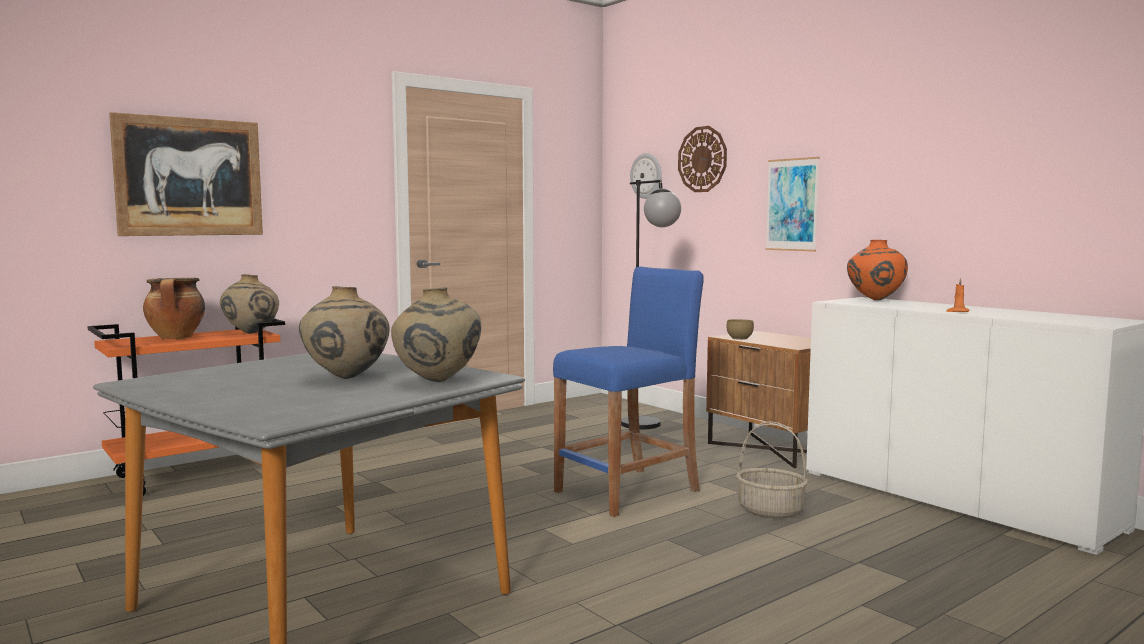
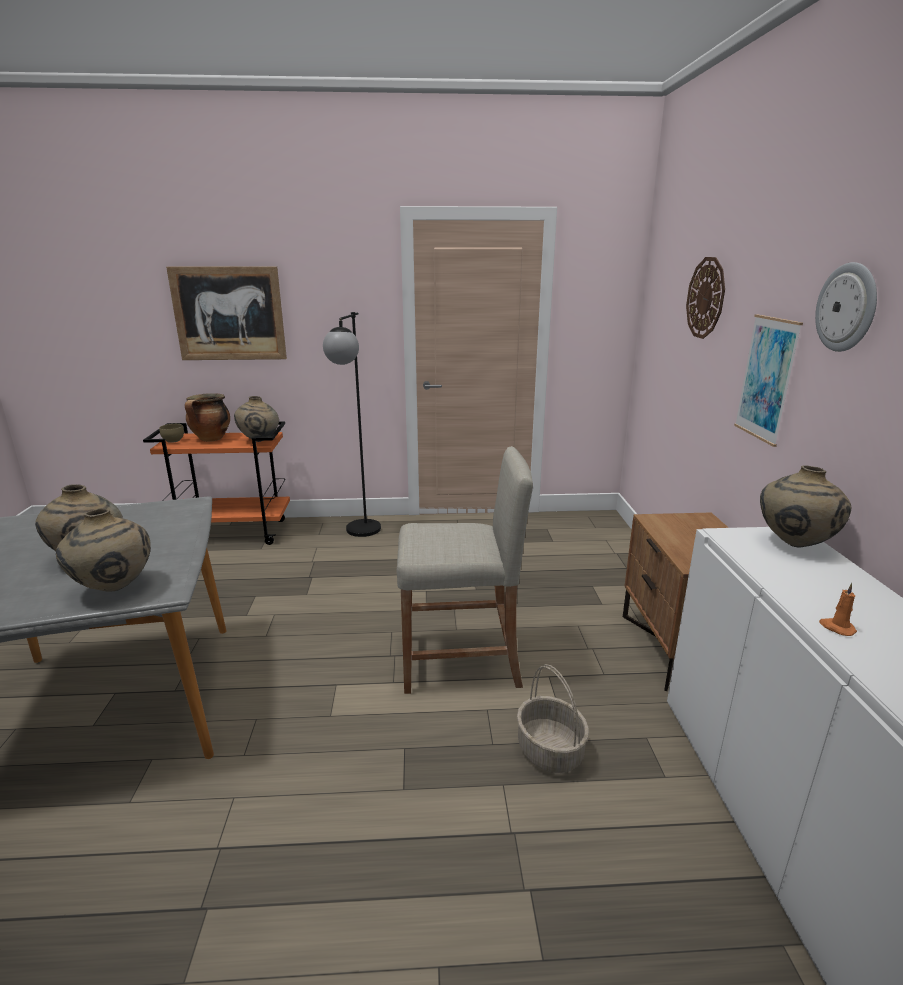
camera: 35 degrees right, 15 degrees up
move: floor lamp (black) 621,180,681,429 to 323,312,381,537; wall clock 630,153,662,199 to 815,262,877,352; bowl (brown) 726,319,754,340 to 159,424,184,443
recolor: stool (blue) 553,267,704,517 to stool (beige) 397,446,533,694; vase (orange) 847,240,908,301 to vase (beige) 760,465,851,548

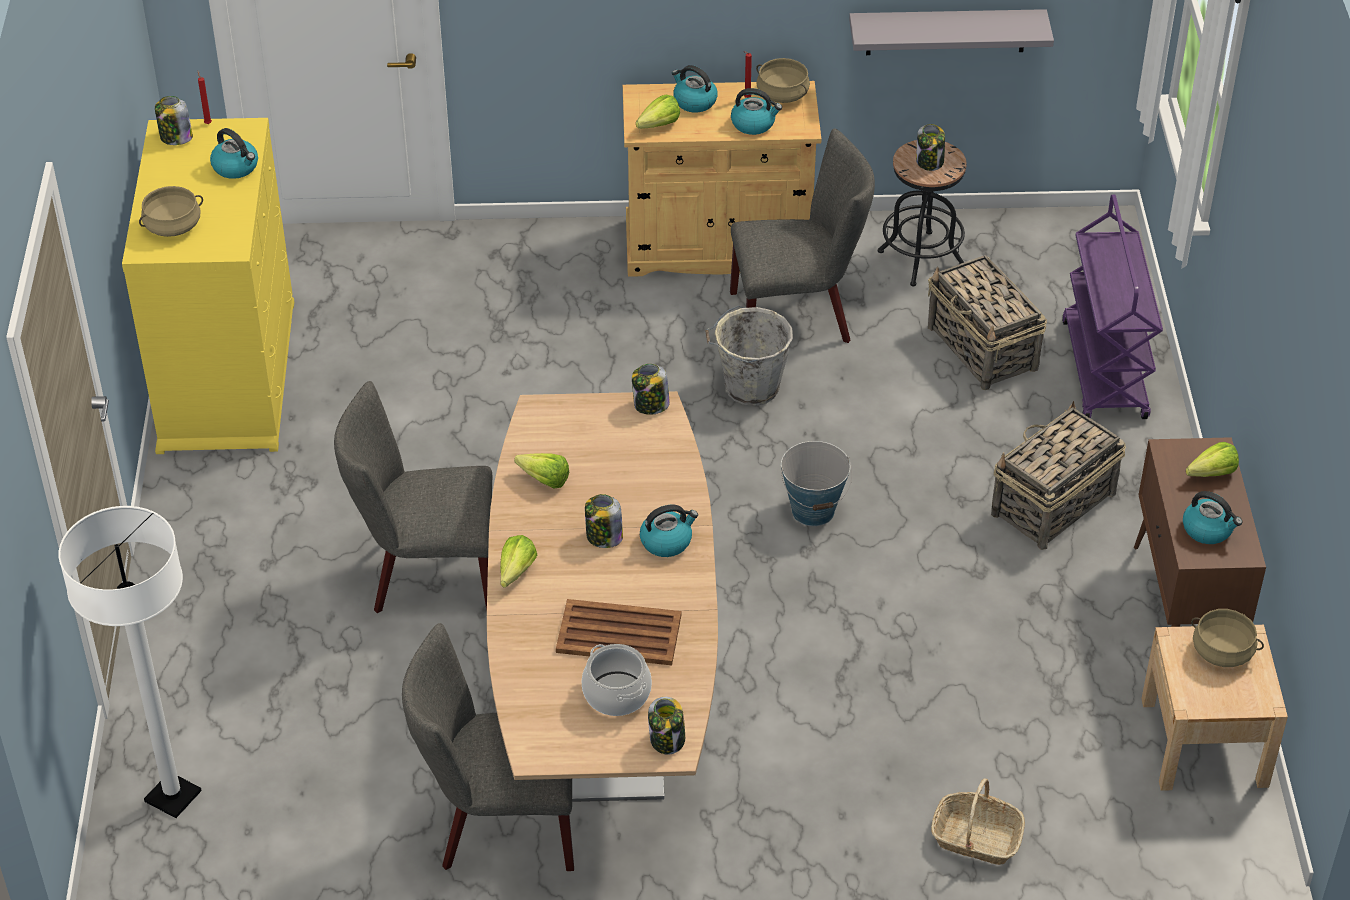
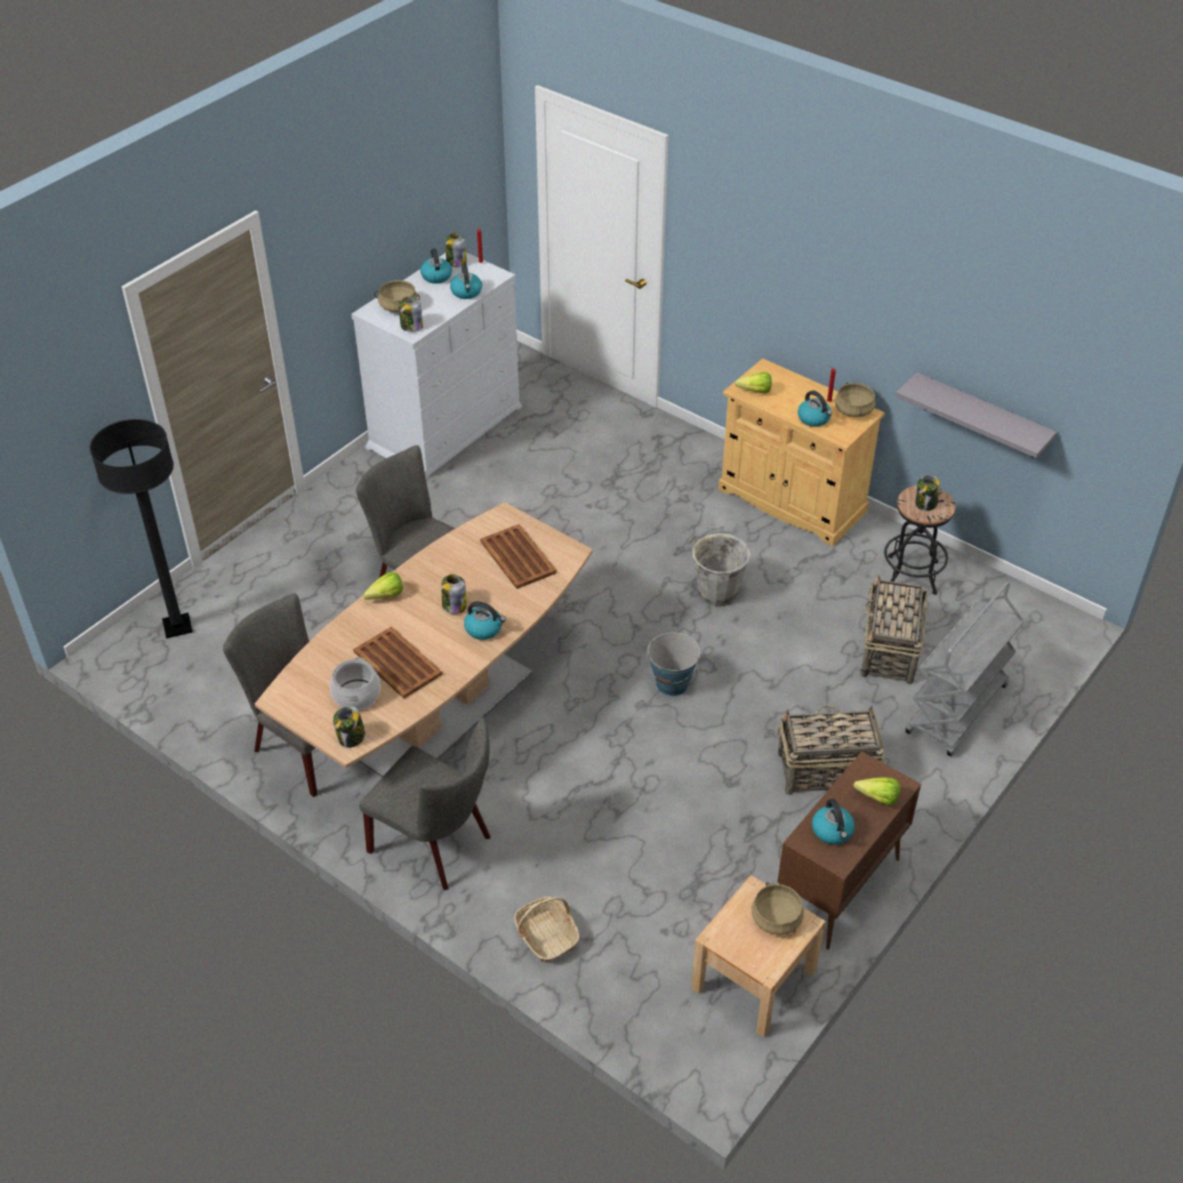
camera: 40 degrees right, 0 degrees up
delete: lettuce 514,453,569,489
insert: tray (brown) 480,524,557,589
move: jar 632,364,670,415 to 399,297,423,332; kettle 672,65,718,113 to 420,248,452,284; chair (grey) 730,128,875,343 to 359,718,490,891
recolor: floor lamp (white) 59,506,202,818 to floor lamp (black) 90,419,193,638; dresser (yellow) 122,118,294,454 to dresser (white) 351,252,522,480; cart (purple) 1062,195,1163,419 to cart (grey) 905,582,1024,757

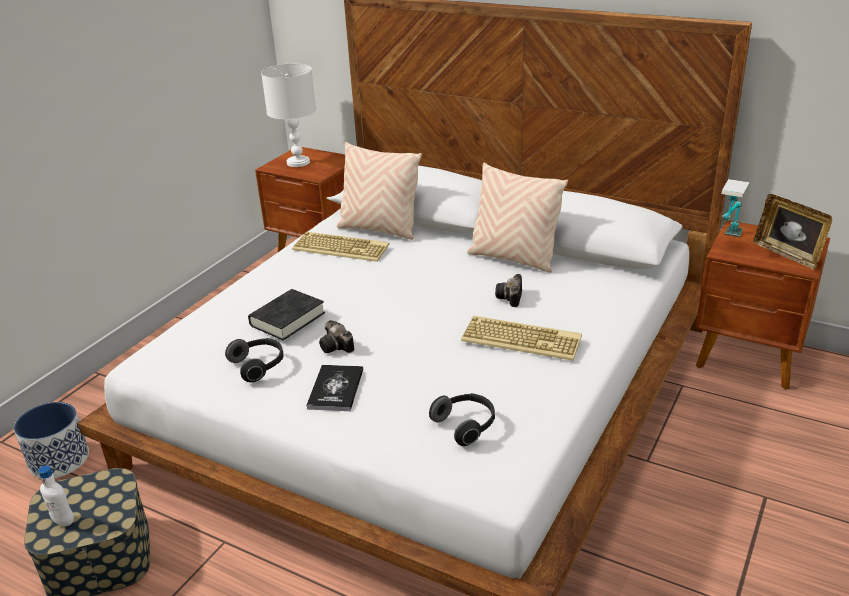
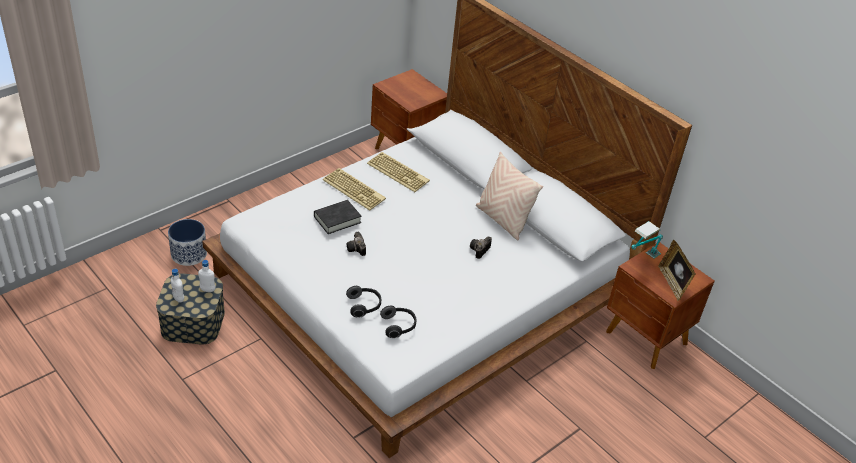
camera: 15 degrees right, 10 degrees up
delete: table lamp (white) 261,64,316,167; book 306,365,363,411; pillow (beige) 337,142,422,240
insert: bottle (white) 198,260,216,292
move: headphones 225,338,284,382 to 346,286,381,317; keyboard 461,316,582,361 to 323,168,386,211

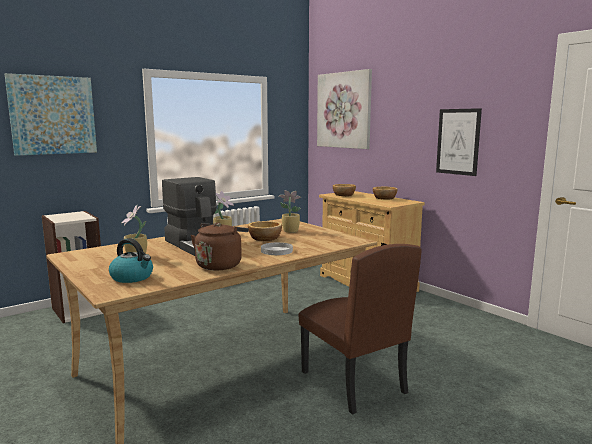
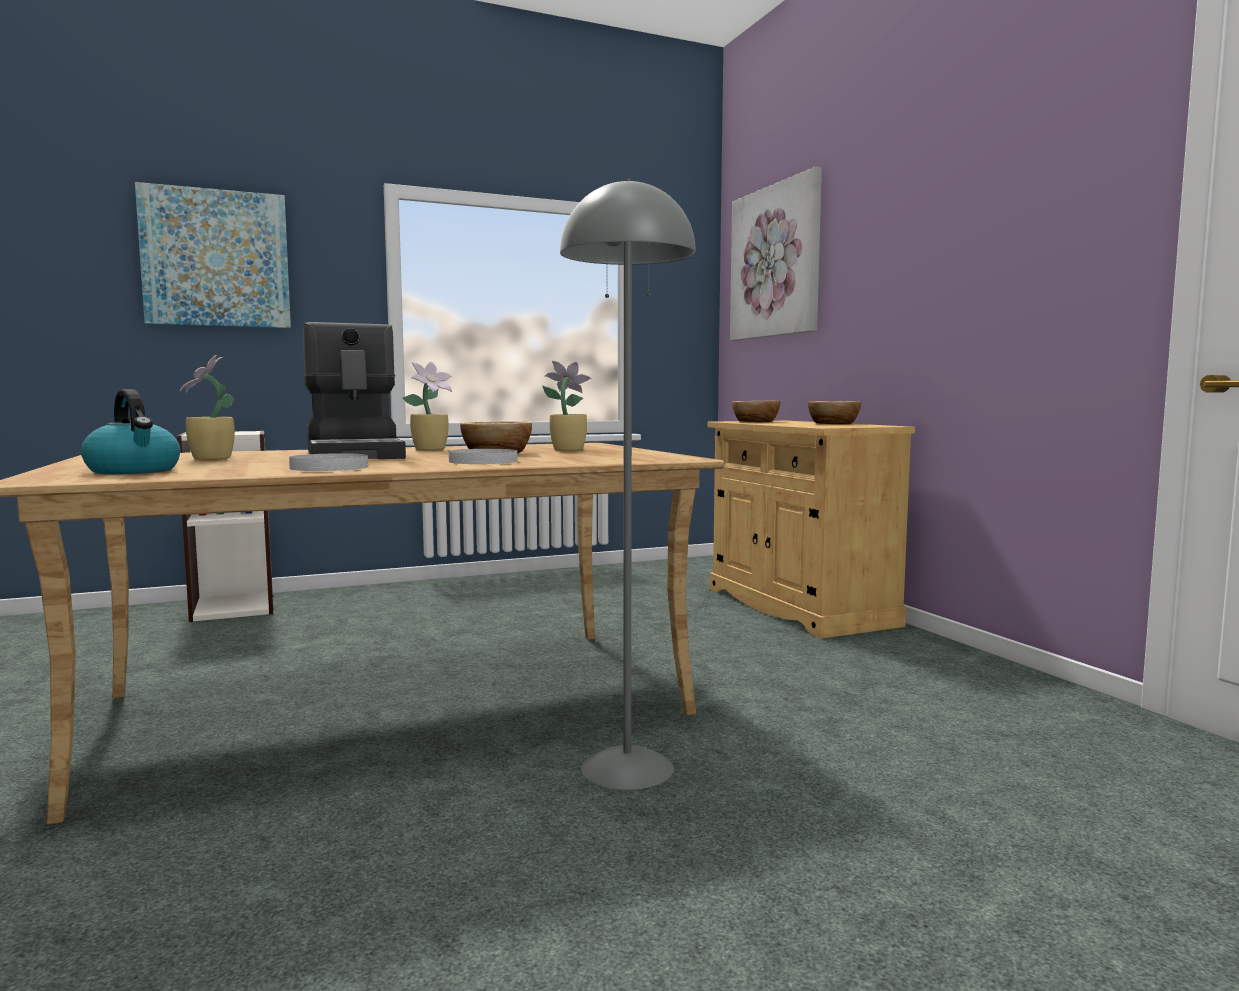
camera: 15 degrees right, 5 degrees down
delete: picture 436,108,482,176
replace: kettle (brown) 191,222,249,270 to plate (white) 289,453,368,471; chair (brown) 299,244,422,414 to floor lamp (grey) 560,178,696,790

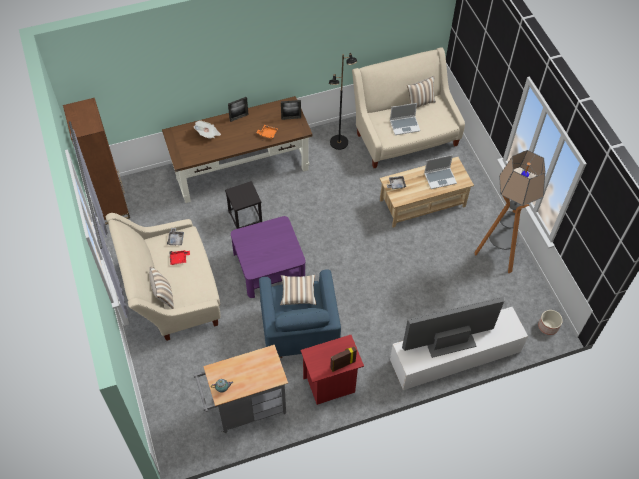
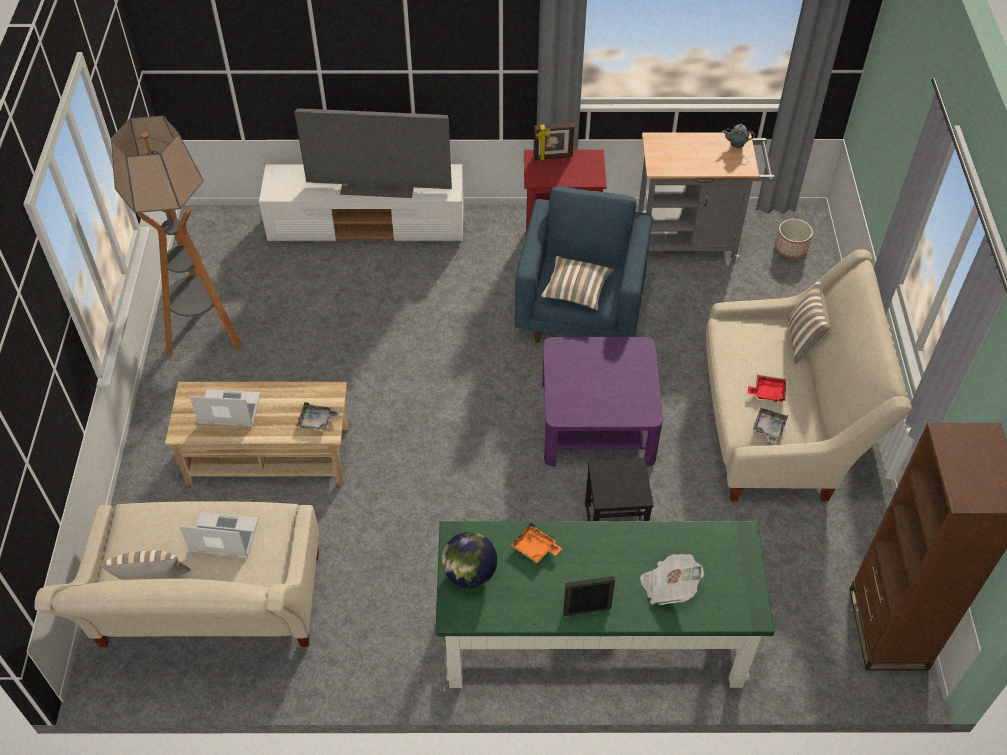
camera: 160 degrees left, 5 degrees down
delete: floor lamp (black) 329,53,357,150
move: planter 538,310,563,335 to 775,219,813,258
replace: picture frame 281,100,301,120 to globe 442,532,497,588
recolor: desk (brown) 162,96,313,203 to desk (green) 435,521,775,688

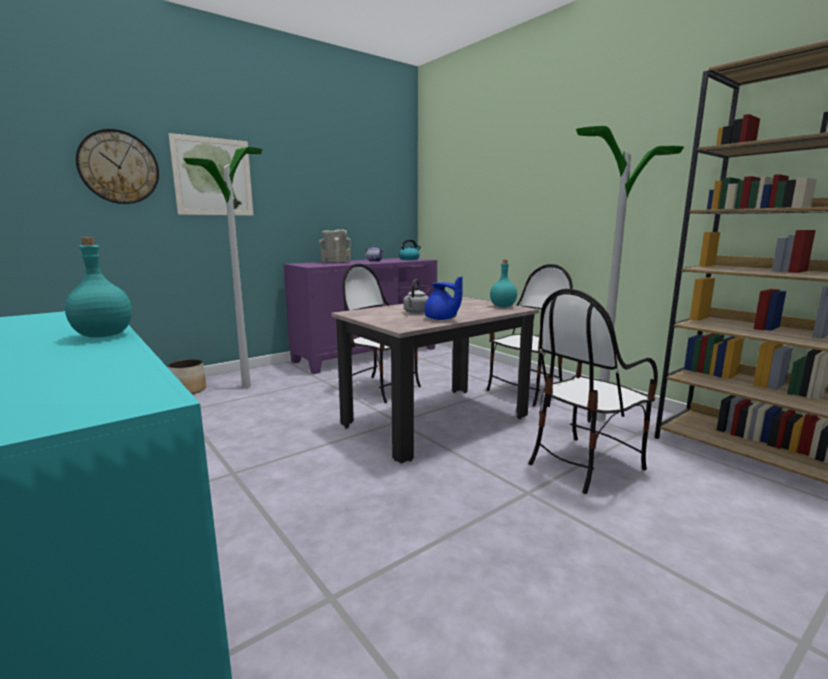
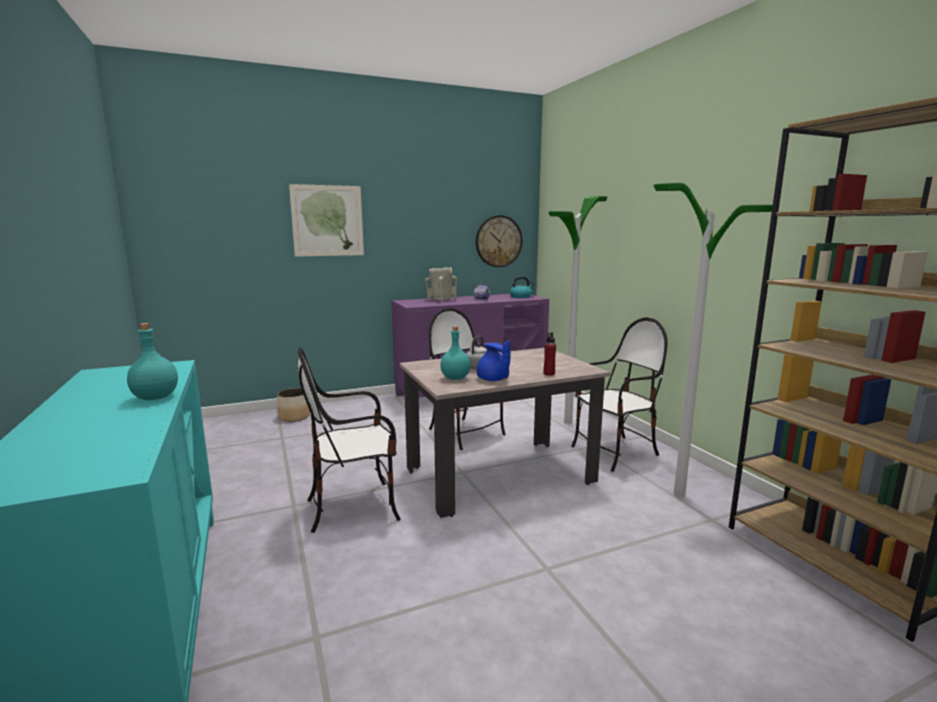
camera: 15 degrees right, 0 degrees up
insert: bottle (red) 544,332,556,376
move: wall clock 76,129,159,204 to 476,215,522,267; floor lamp 183,146,263,389 to 548,196,608,423; bottle (turquoise) 490,260,517,307 to 440,326,471,380; chair 528,289,658,494 to 297,347,401,533

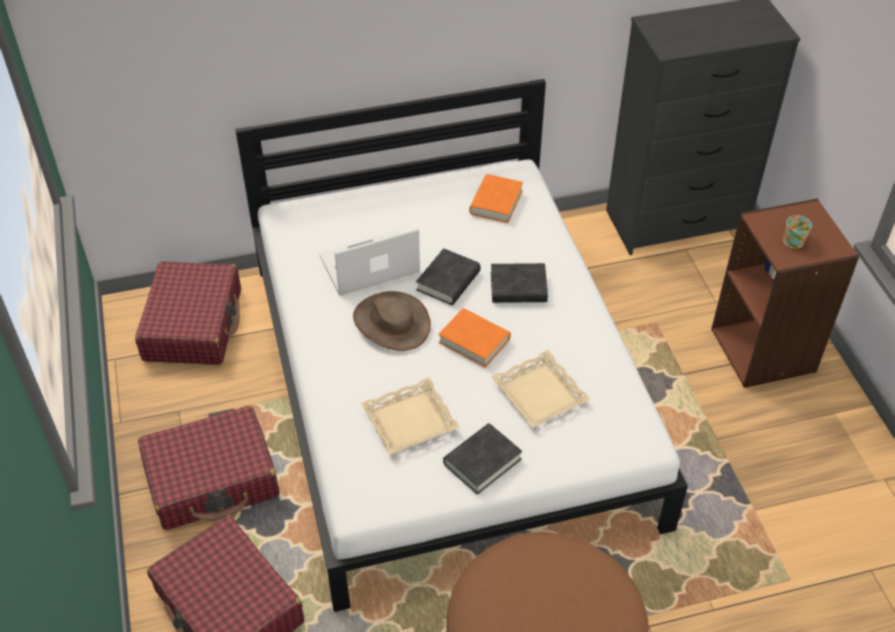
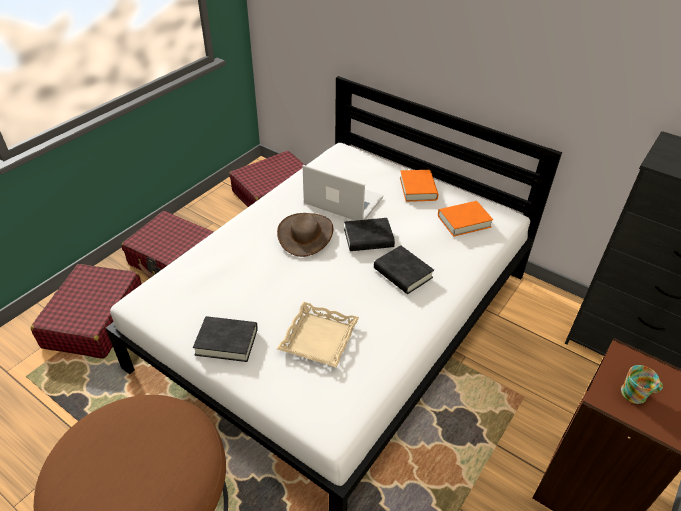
camera: 50 degrees right, 5 degrees down
delete: tray (beige) 361,377,460,455
move: book (orange) 438,308,511,368 to 400,170,438,202

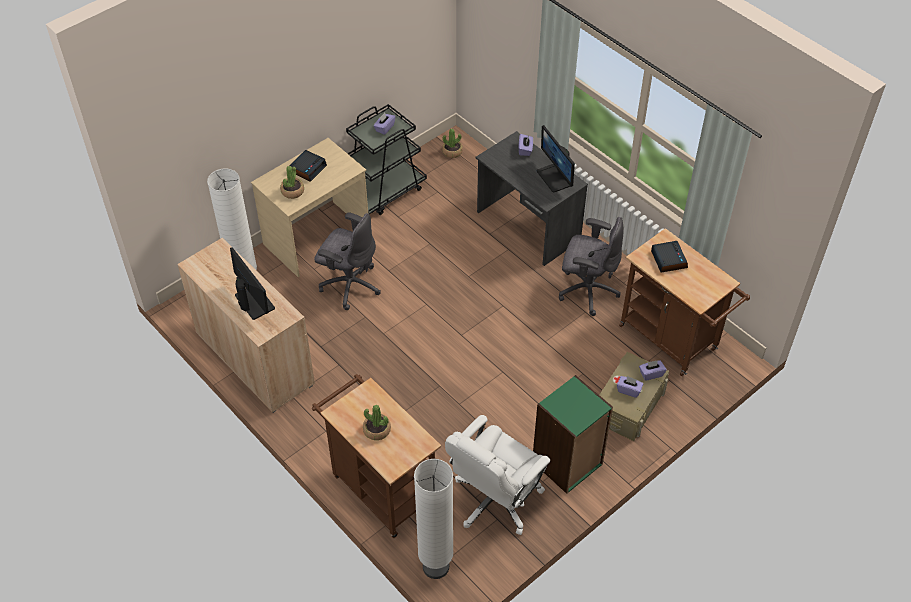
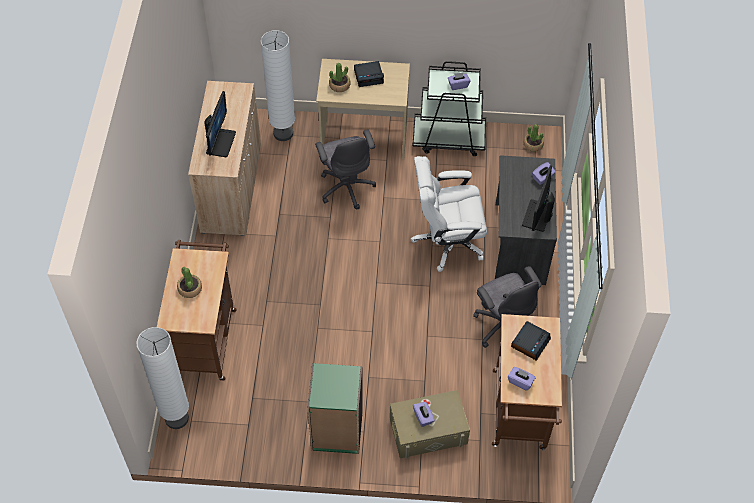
camera: 45 degrees right, 5 degrees up
move: office chair (white) 445,415,550,535 to 411,156,487,272; tissue box (purple) 639,360,667,381 to 508,367,536,391

